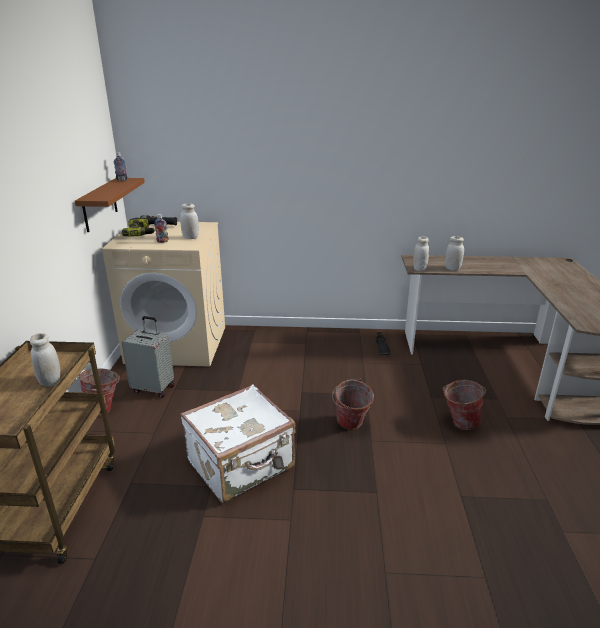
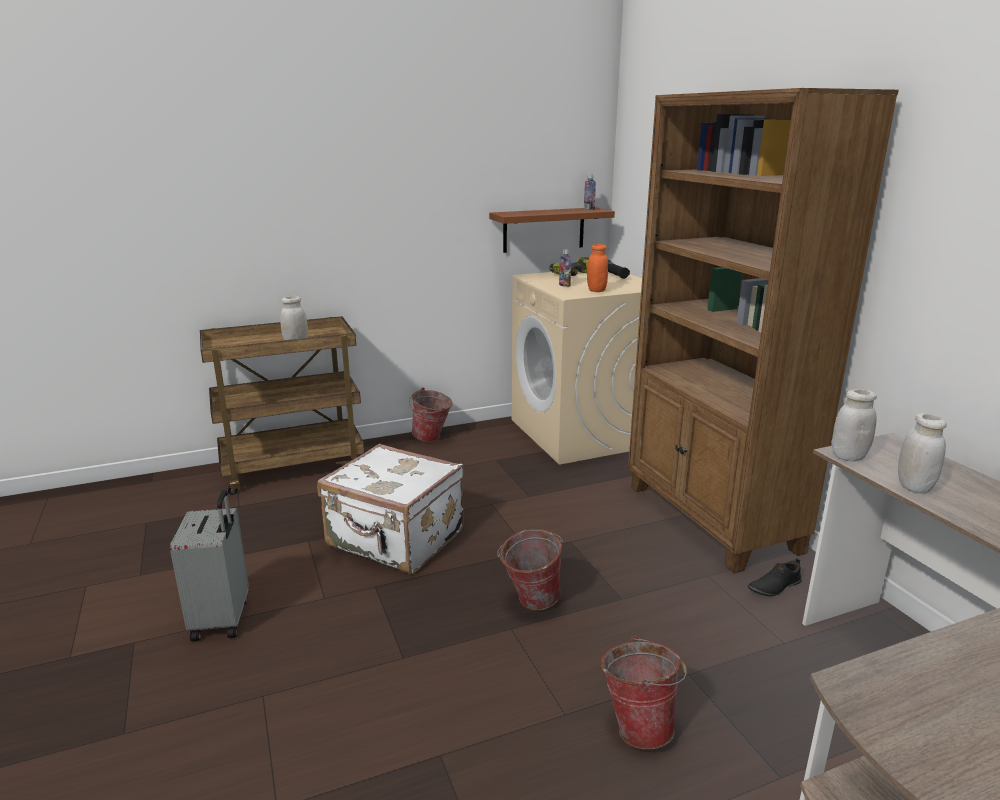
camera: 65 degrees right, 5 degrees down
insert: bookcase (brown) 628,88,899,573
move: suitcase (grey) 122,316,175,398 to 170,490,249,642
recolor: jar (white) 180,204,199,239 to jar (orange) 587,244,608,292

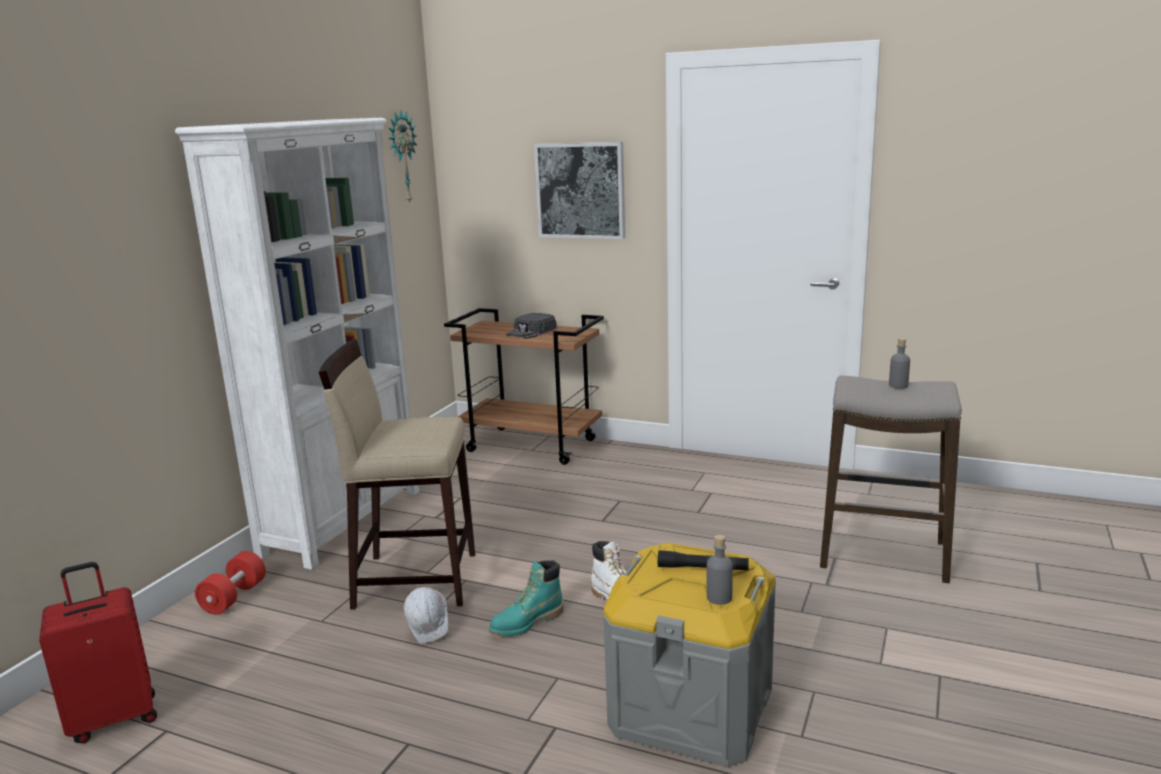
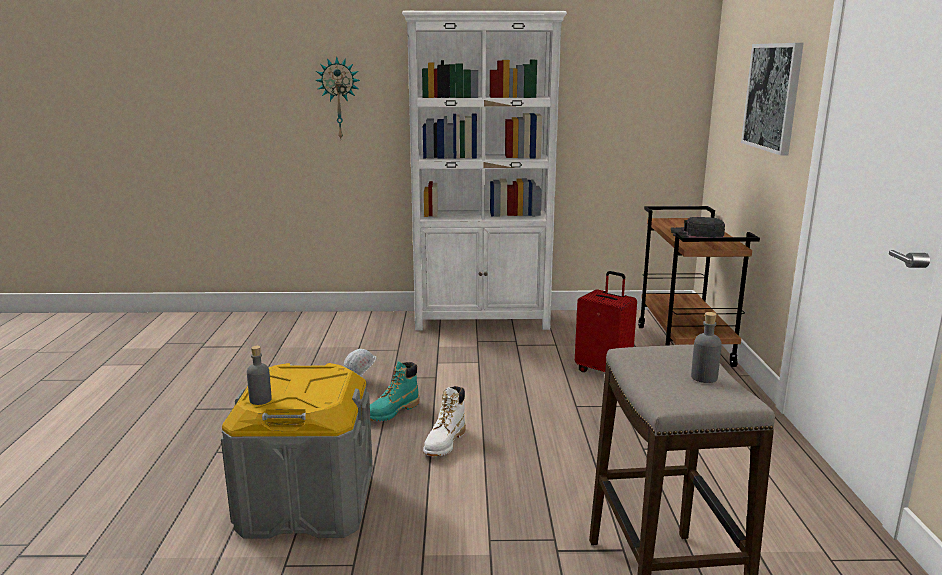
camera: 65 degrees right, 0 degrees up
delete: dumbbell (red) 195,551,266,614; stool (beige) 319,339,475,610; flashlight (black) 658,550,749,571
move: suitcase (red) 39,562,157,743 to 575,271,637,372; wall clock 389,111,418,203 to 315,56,360,139
rotate: boot (turquoise) 489,560,564,637 = 370,361,419,421 75 degrees counterclockwise

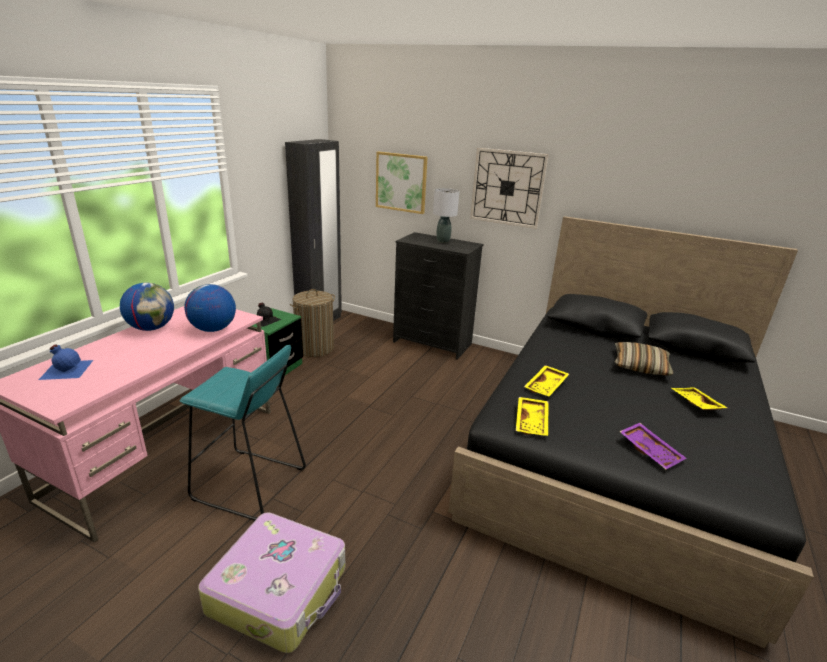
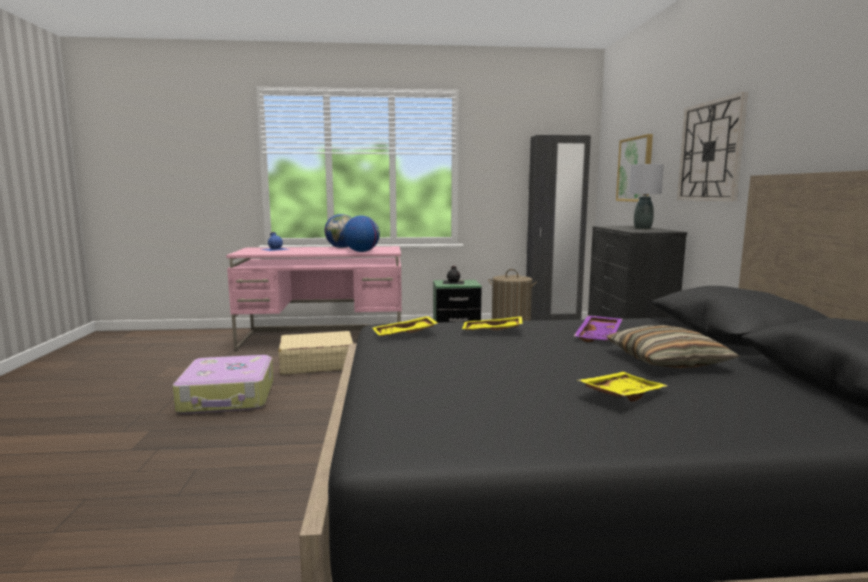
camera: 60 degrees right, 15 degrees down
move: tray (purple) 619,423,686,470 to 574,316,623,342
replace: stool (turquoise) 179,345,306,521 to suitcase (beige) 278,331,354,375

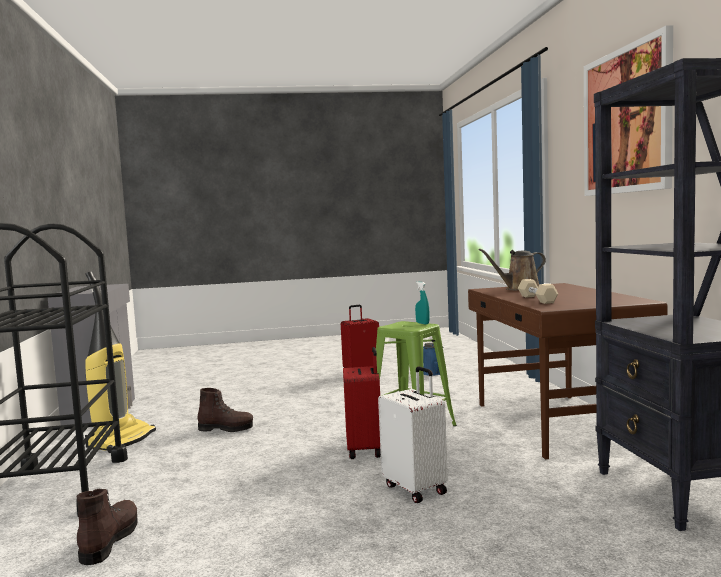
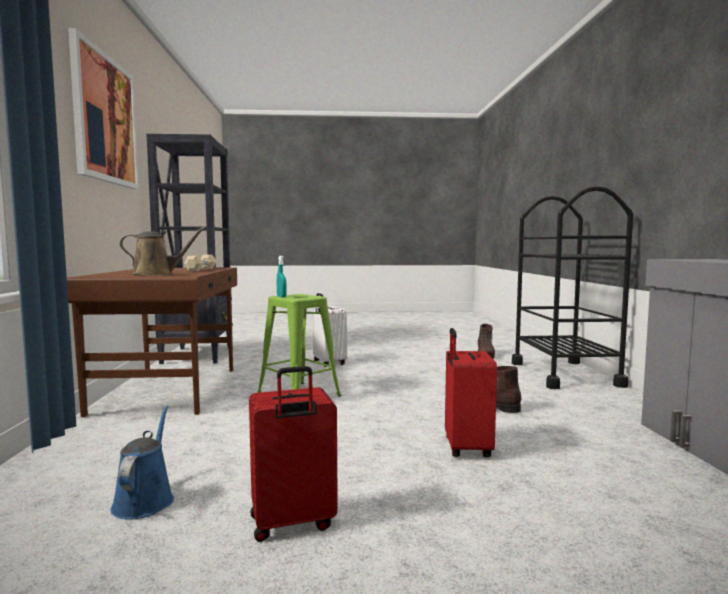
camera: 175 degrees left, 0 degrees up
delete: vacuum cleaner 85,271,156,453
move: suitcase (red) 343,347,381,459 to 445,328,497,457

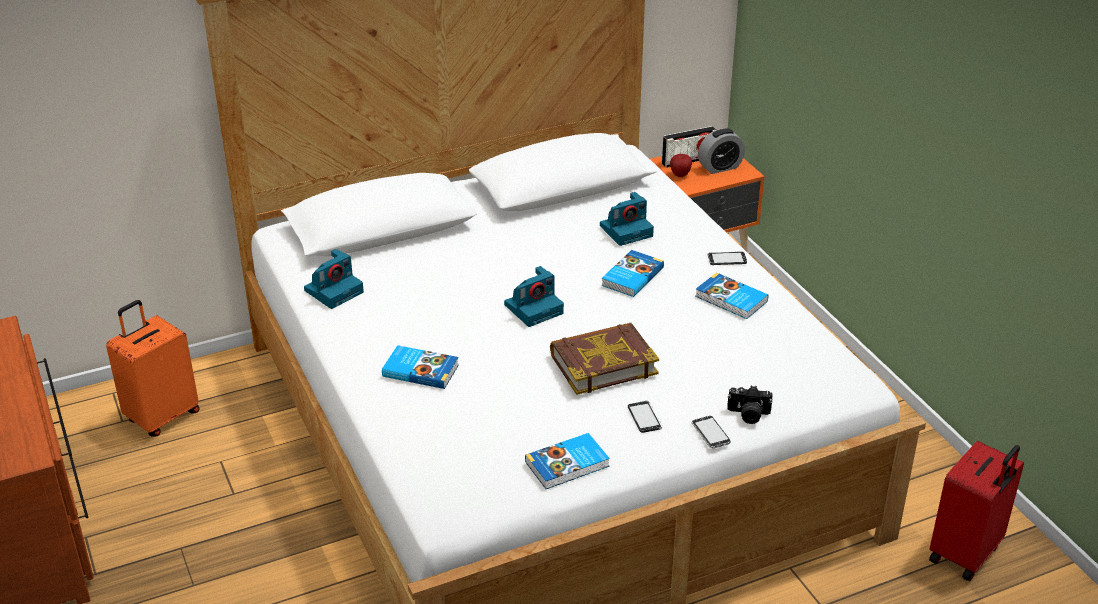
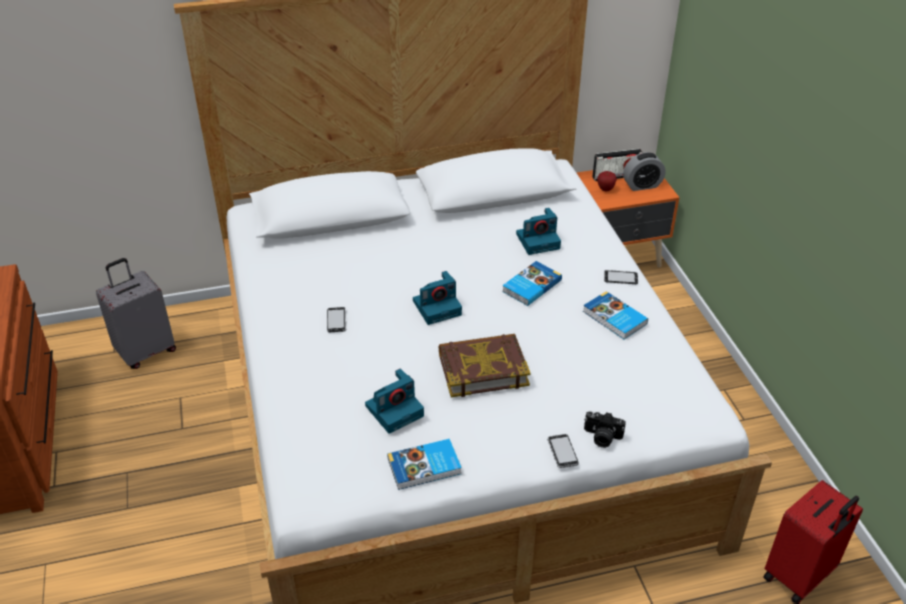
camera: 10 degrees right, 5 degrees up
delete: book 382,345,459,389
move: photo camera 304,249,364,309 to 365,369,424,434; phone 628,401,662,433 to 327,307,347,332
recolor: suitcase (orange) 106,300,199,437 to suitcase (grey) 96,258,176,369

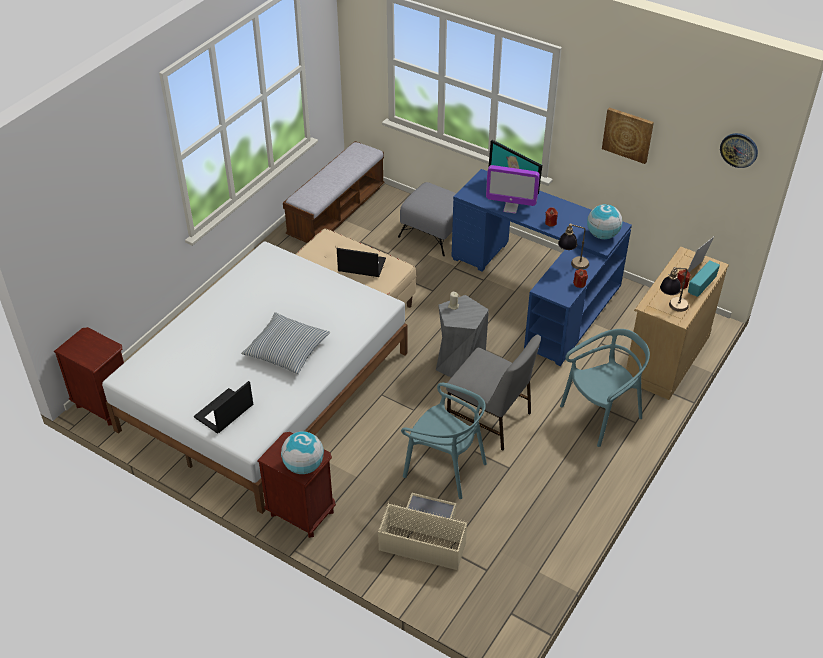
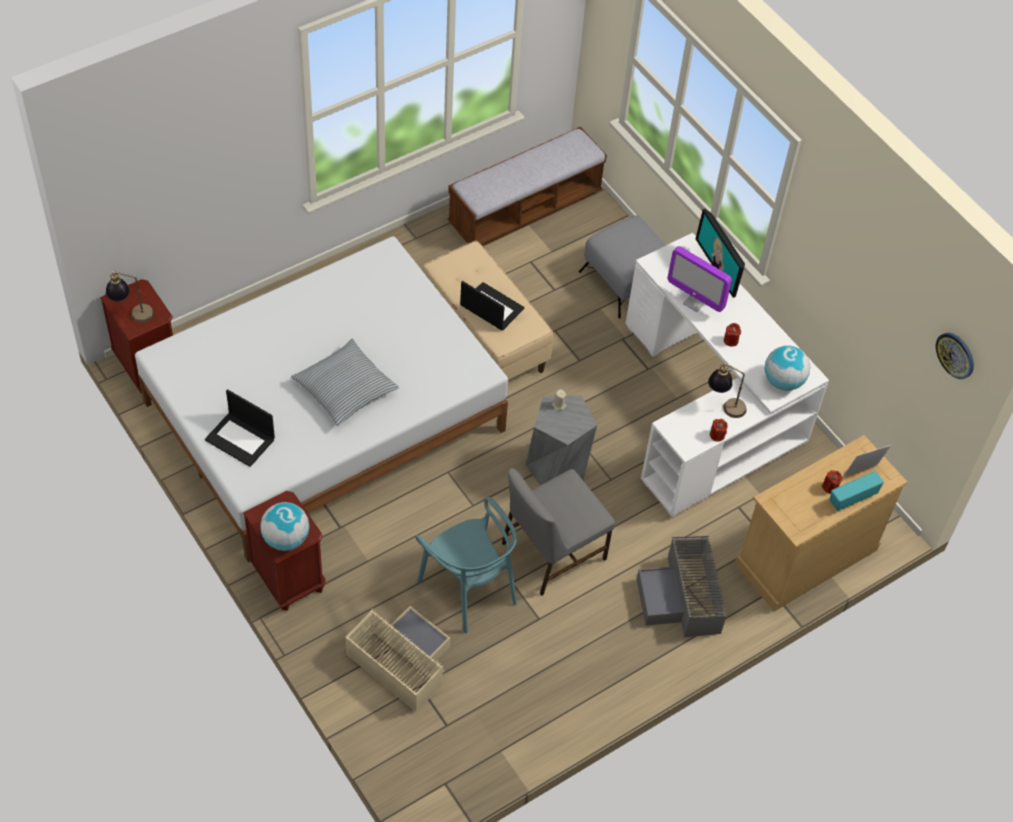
camera: 20 degrees right, 10 degrees up
delete: picture 602,107,654,164
move: table lamp 660,267,689,312 to 106,271,154,323
replace: chair (turquoise) 560,329,650,447 to storage box (grey) 637,536,727,637
recolor: desk (blue) 451,169,632,366 to desk (white) 625,233,829,518
rotate: laptop 194,381,253,434 = 205,389,275,467 120 degrees counterclockwise; chair (grey) 446,335,541,451 = 502,468,615,596 90 degrees clockwise

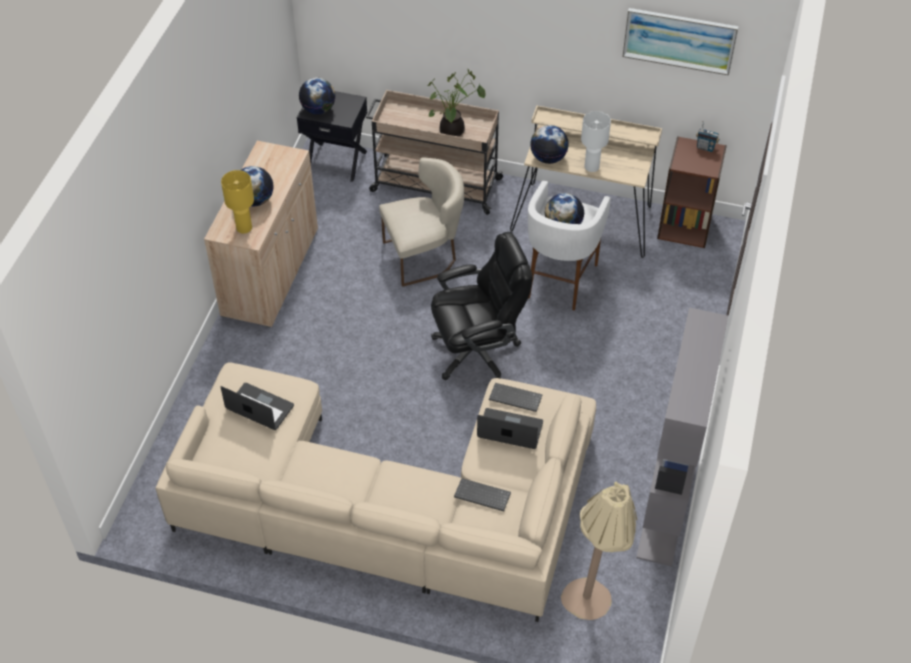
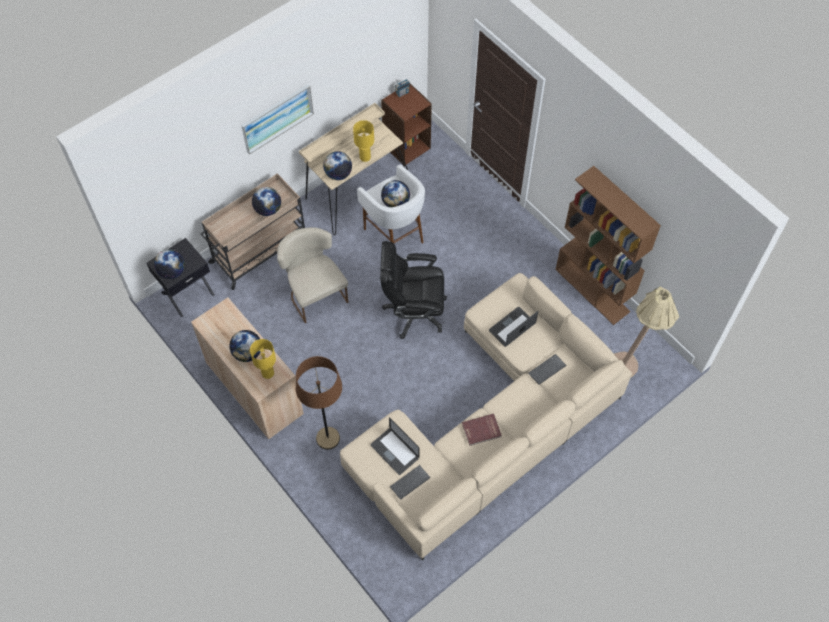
camera: 55 degrees left, 10 degrees up
insert: floor lamp (brown) 296,356,342,450; book (red) 462,414,502,446
move: keyboard 489,383,543,412 to 390,465,430,500; picture 622,8,739,75 to 241,84,314,154
replace: potted plant 427,68,486,137 to globe 252,187,281,216
recolor: table lamp (white) 581,111,611,172 to table lamp (yellow) 353,120,374,162; bookcase (grey) 636,308,728,567 to bookcase (brown) 555,166,661,325
rotate: laptop 221,383,294,430 = 371,417,420,475 105 degrees counterclockwise; chair (beige) 379,157,464,287 = 277,227,348,323 45 degrees counterclockwise; office chair (black) 431,232,532,380 = 380,241,447,339 105 degrees counterclockwise

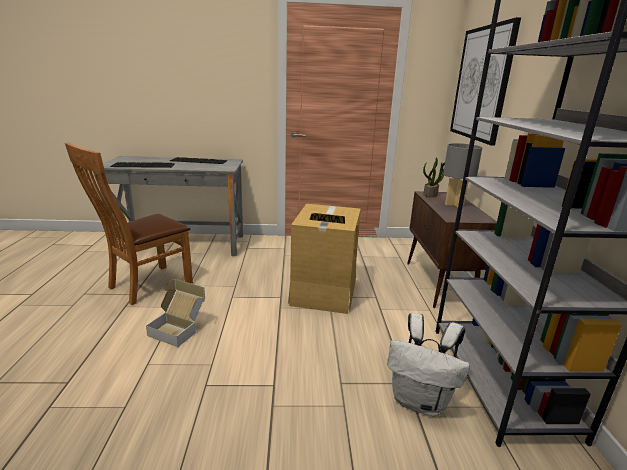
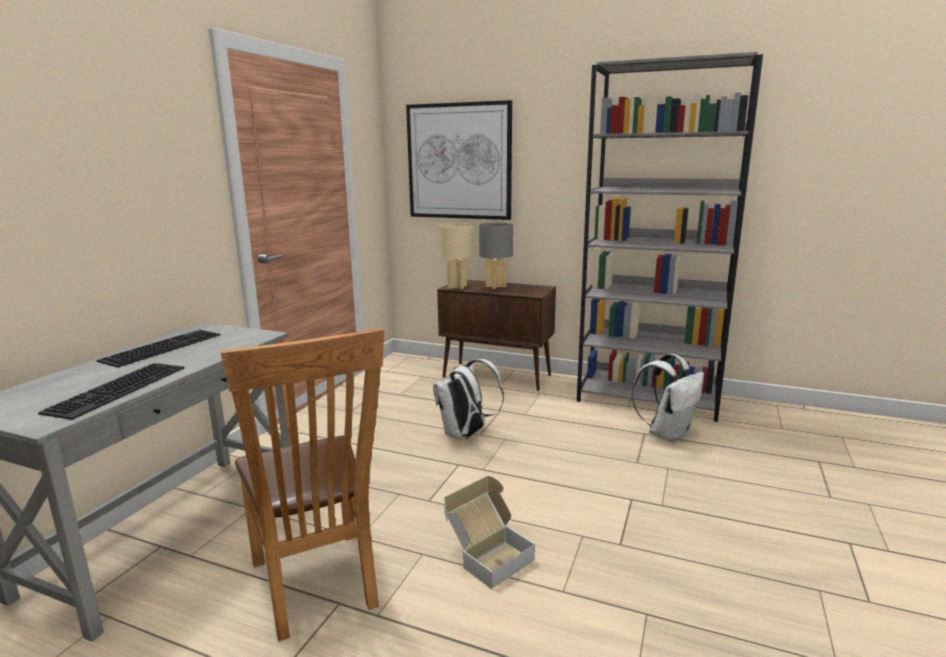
camera: 65 degrees left, 5 degrees down
replace: cardboard box 288,204,361,314 to backpack (white) 433,359,504,440; potted plant 423,157,445,197 to table lamp (beige) 439,223,474,289

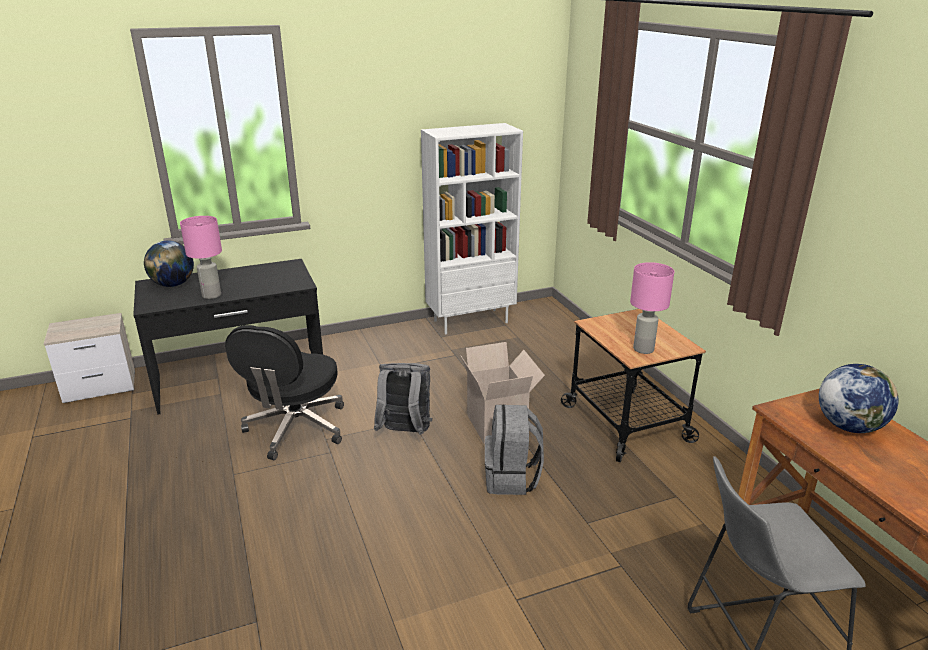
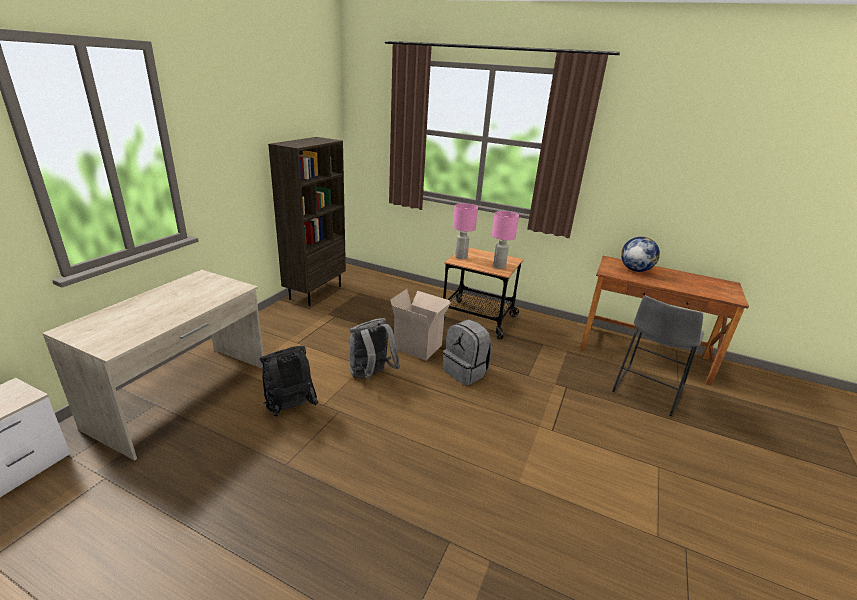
camera: 45 degrees left, 0 degrees up
delete: globe 144,241,194,287
move: table lamp (pink) 180,216,222,299 to 453,203,478,259
replace: office chair (black) 225,325,344,460 to backpack (black) 260,346,318,416
recolor: desk (black) 133,259,323,415 to desk (beige) 42,270,264,461; bookcase (white) 421,123,523,334 to bookcase (brown) 268,137,346,306

